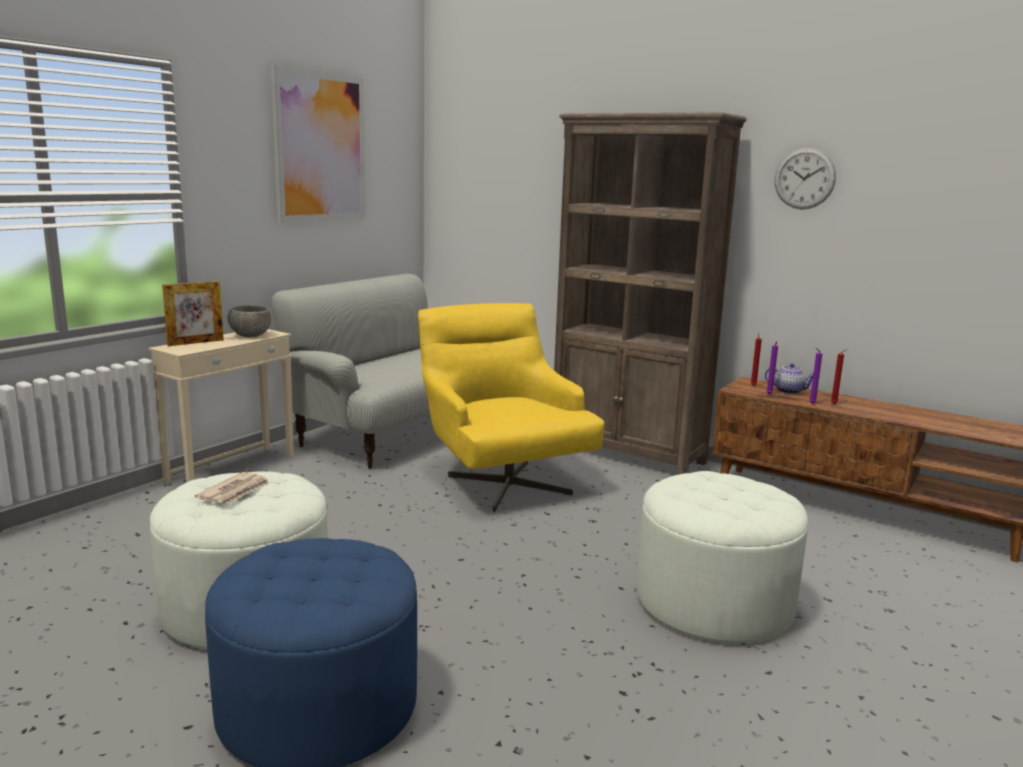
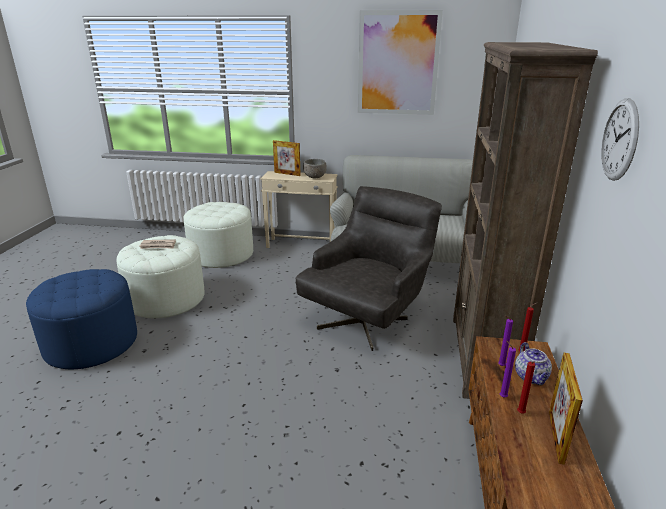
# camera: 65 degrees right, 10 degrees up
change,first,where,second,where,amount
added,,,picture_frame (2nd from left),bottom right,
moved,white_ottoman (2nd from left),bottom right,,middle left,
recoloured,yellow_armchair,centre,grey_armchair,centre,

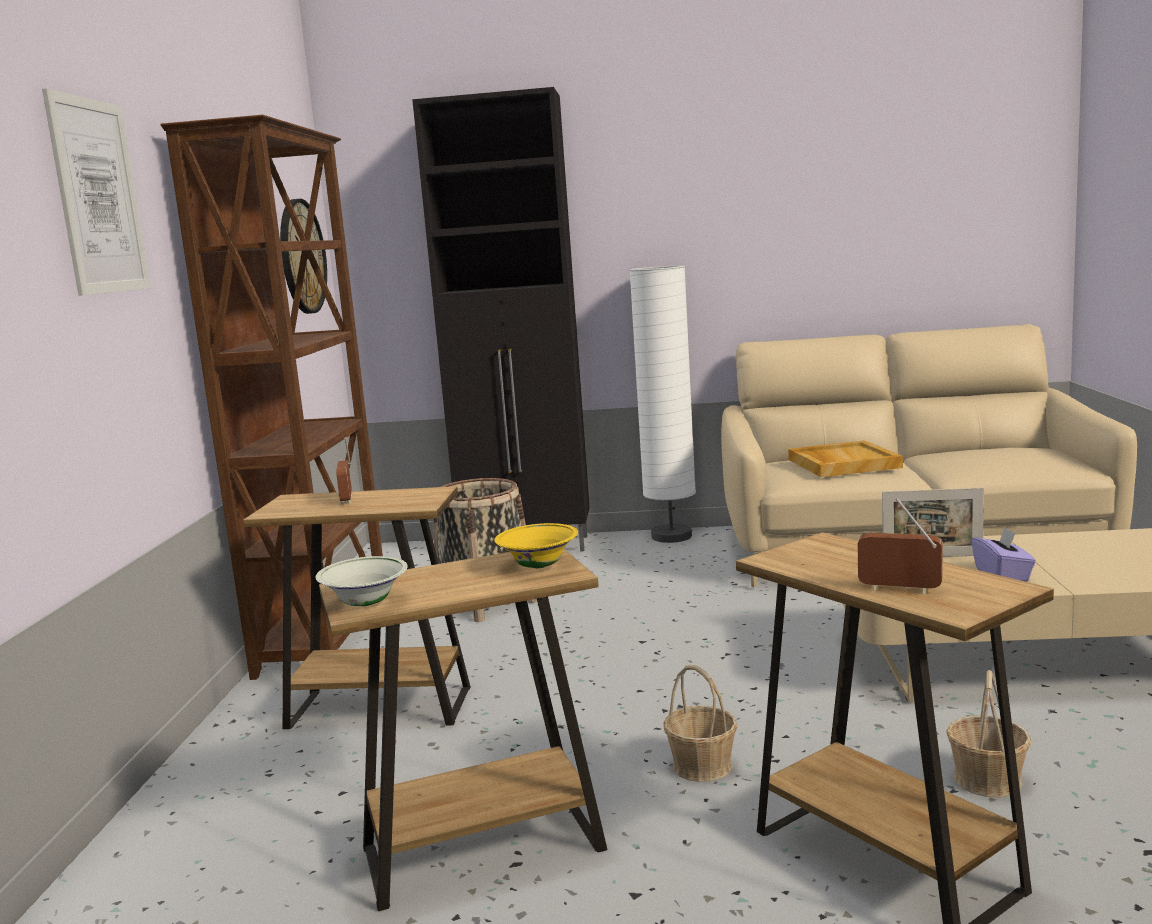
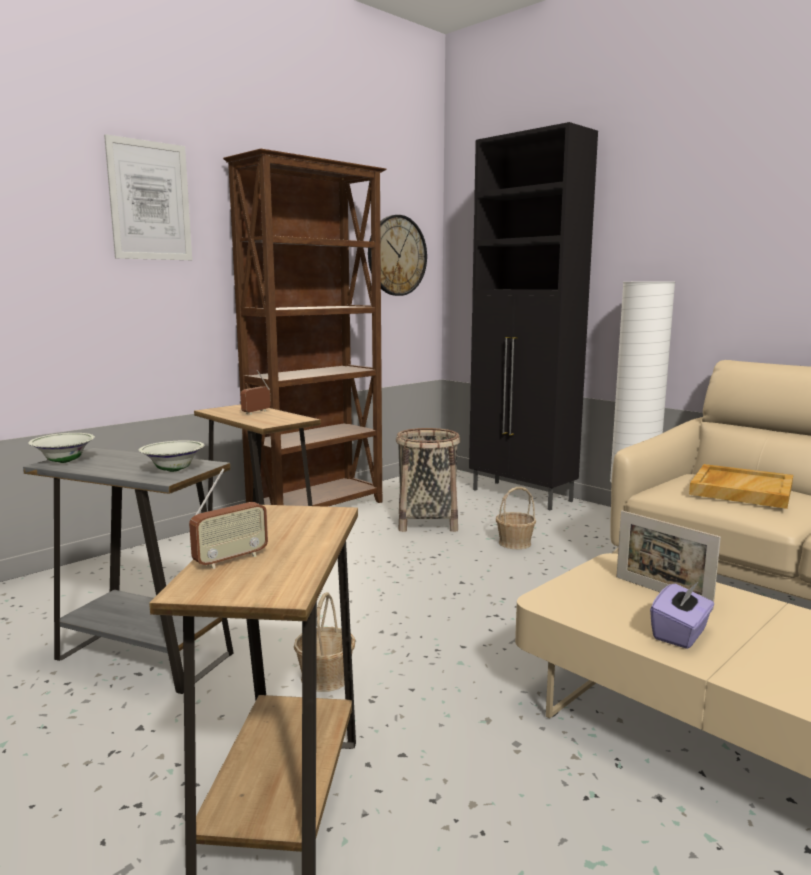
# camera: 40 degrees right, 0 degrees up
change,first,where,second,where,amount
moved,basket (3rd from left),bottom right,,centre,
recoloured,brown_side_table (2nd from left),bottom centre,grey_side_table,middle left,
recoloured,yellow_bowl,centre,white_bowl (2nd from left),middle left,
turned,radio (2nd from left in the first image),middle right,radio (1st from left),middle left,75 degrees clockwise

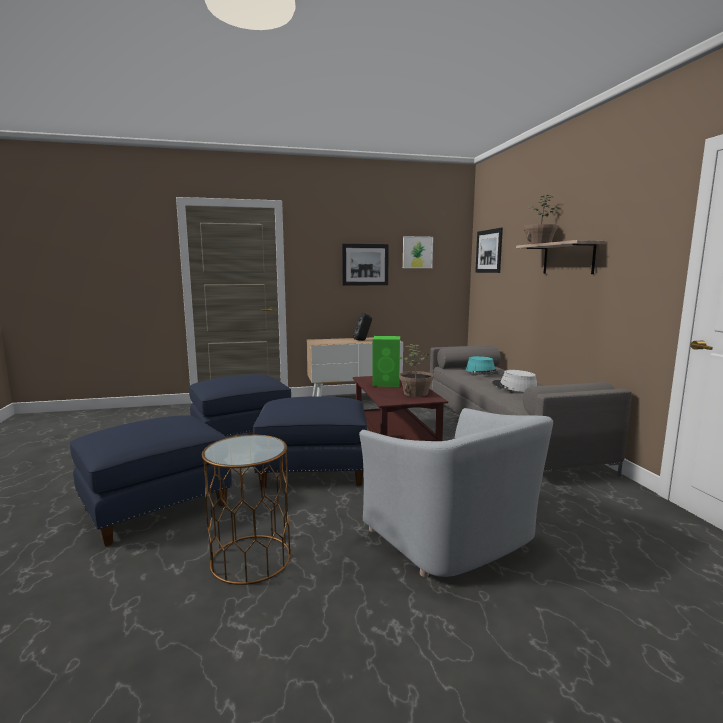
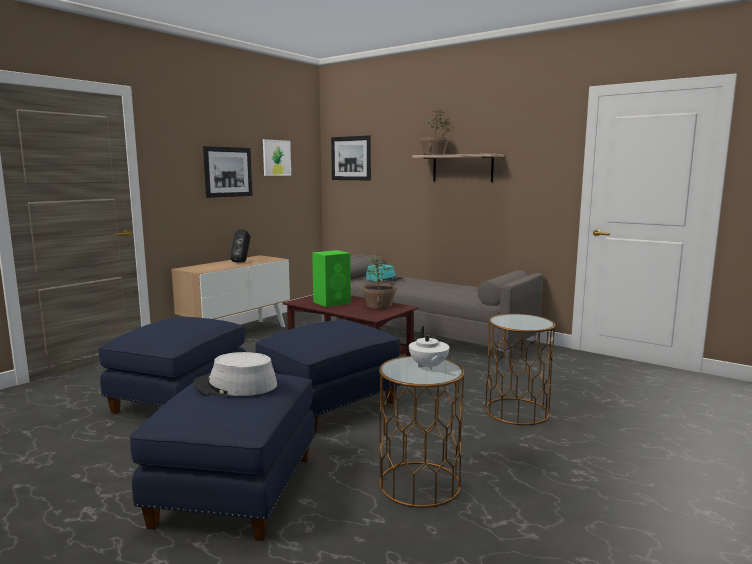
# camera: 40 degrees left, 0 degrees up
change,first,where,second,where,amount
added,,,white_teapot,centre,
moved,grey_hat,middle right,,middle left,
replaced,grey_armchair,bottom centre,brown_side_table (2nd from left),middle right,

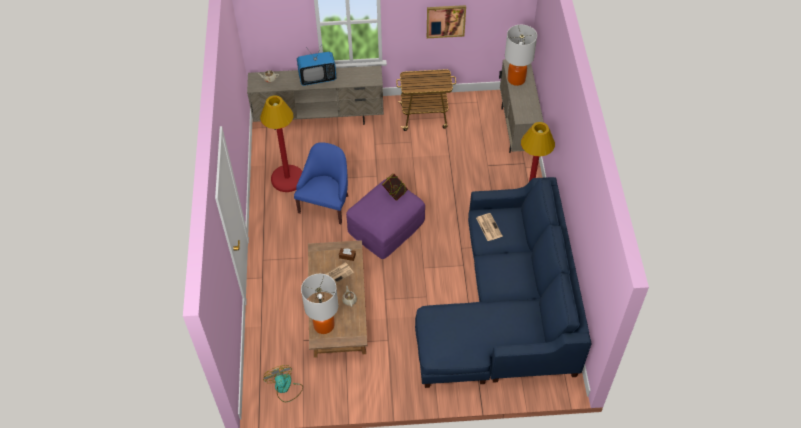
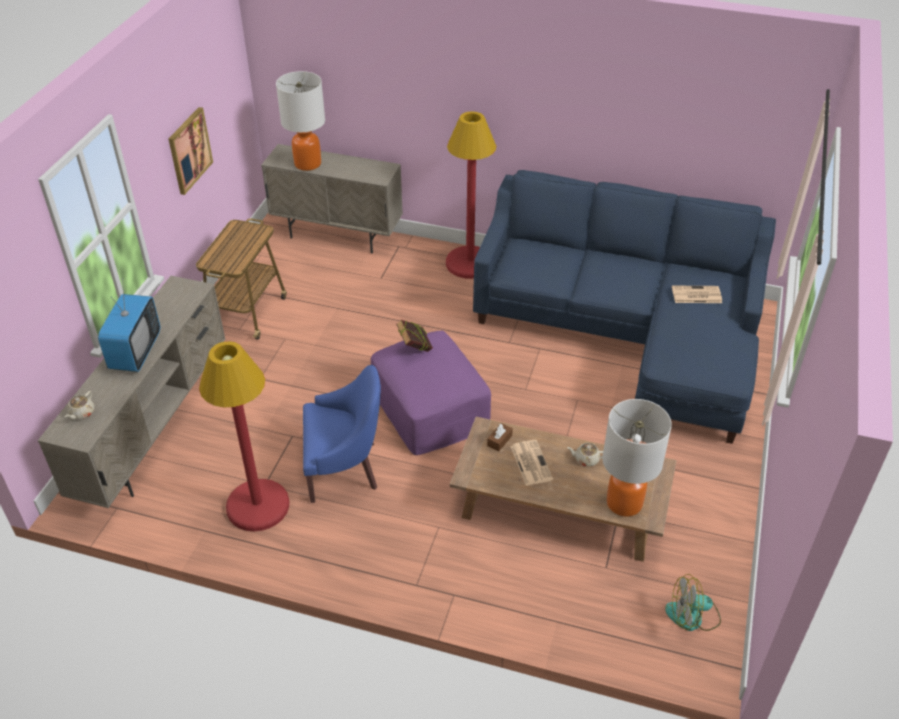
# camera: 70 degrees left, 10 degrees down
change,first,where,second,where,amount
moved,newspaper (2nd from left),centre,,middle right,
turned,blue_armchair,centre,,centre,135 degrees clockwise

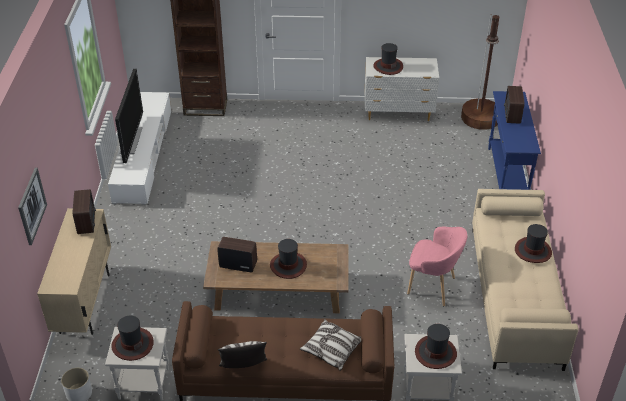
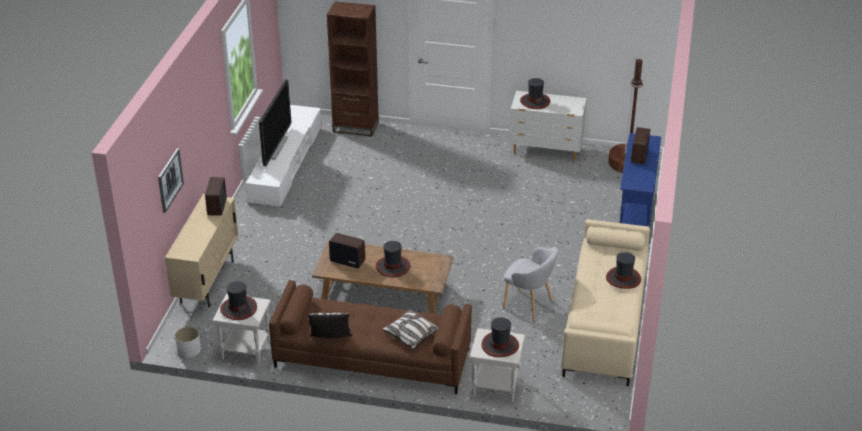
# camera: 10 degrees right, 5 degrees down
change,first,where,second,where,amount
recoloured,pink_armchair,middle right,grey_armchair,centre,

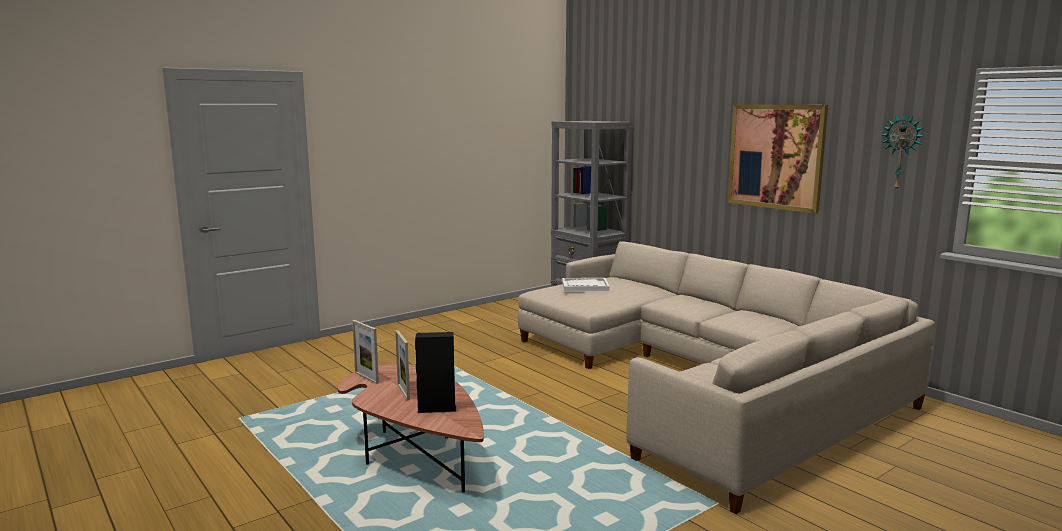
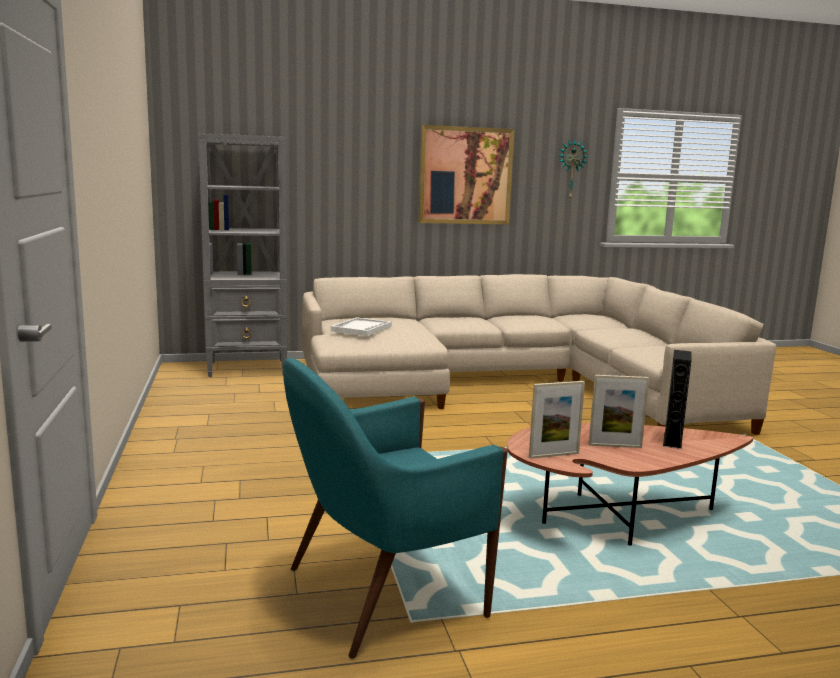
# camera: 65 degrees left, 0 degrees up
change,first,where,second,where,amount
added,,,turquoise_armchair,bottom centre,

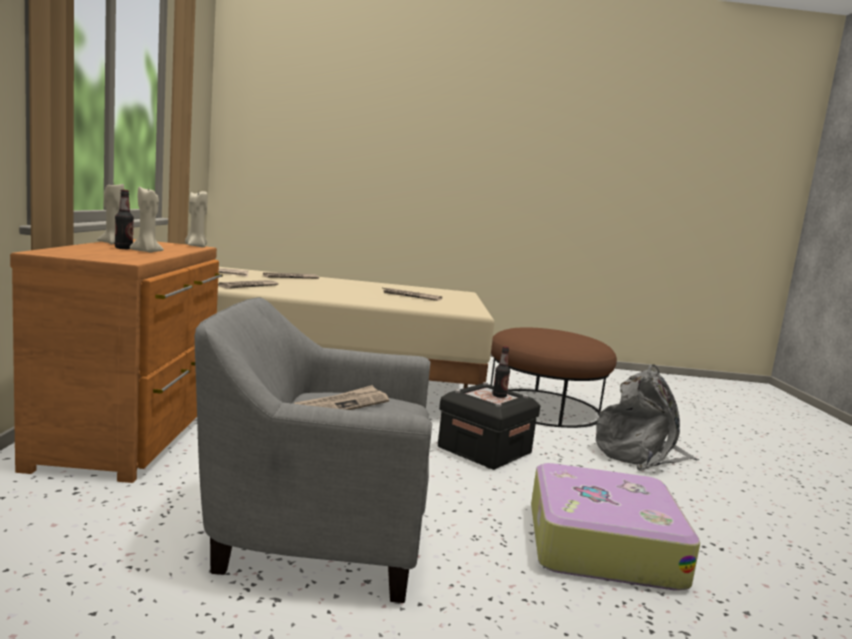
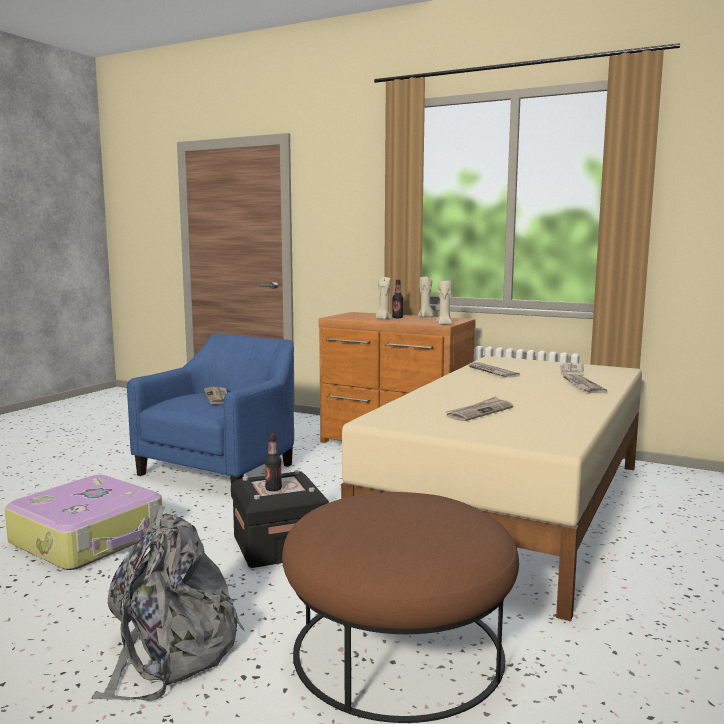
# camera: 120 degrees right, 0 degrees up
change,first,where,second,where,amount
recoloured,grey_armchair,bottom centre,blue_armchair,middle left,

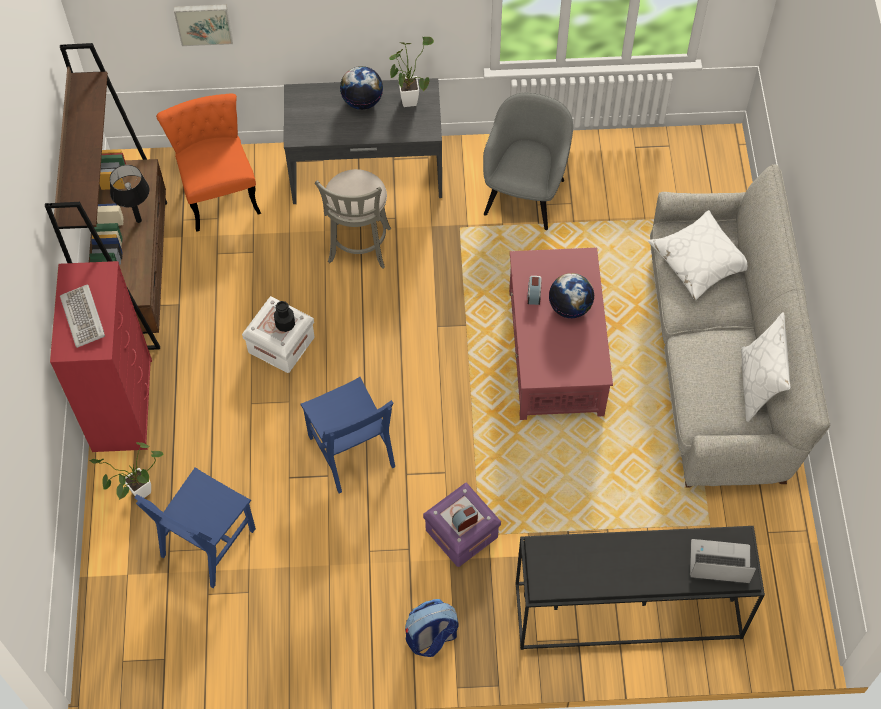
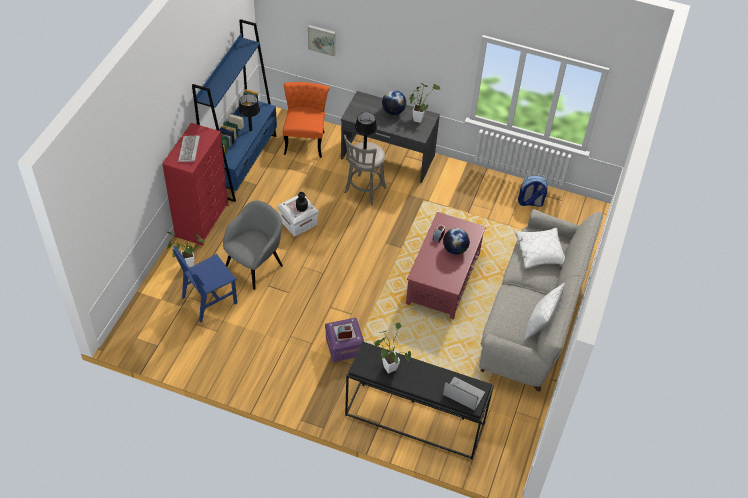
# camera: 20 degrees right, 10 degrees down
change,first,where,second,where,amount
removed,blue_chair (2nd from left),centre,,,
added,,,black_table_lamp (2nd from left),top centre,
added,,,potted_plant (2nd from left),bottom centre,
moved,backpack,bottom centre,,middle right,
moved,grey_armchair,top centre,,centre,
recoloured,brown_bookcase,top left,blue_bookcase,top left,

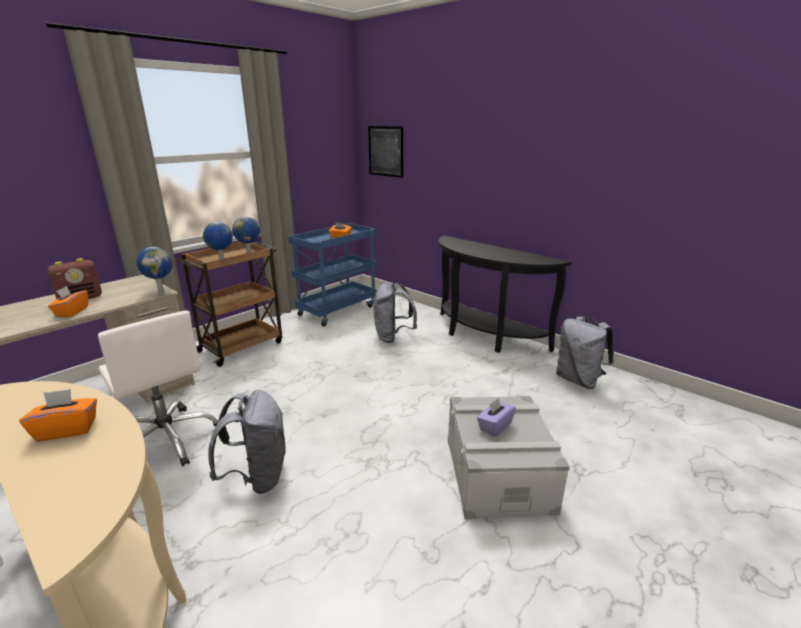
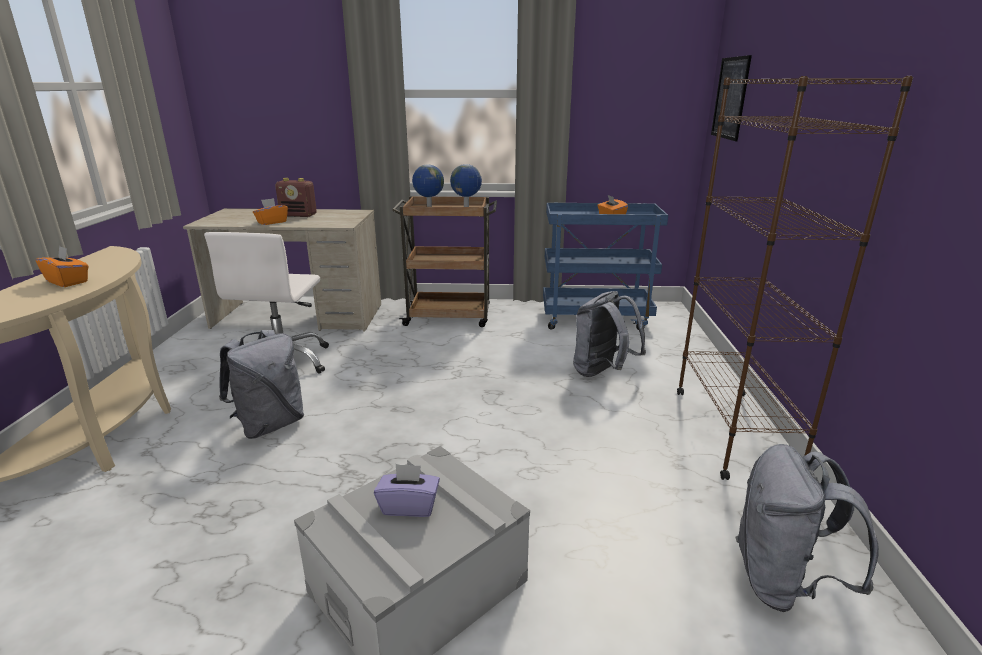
# camera: 50 degrees right, 0 degrees up
change,first,where,second,where,amount
removed,globe (1st from left),middle left,,,
replaced,black_console_table,centre,brown_bookcase,middle right,

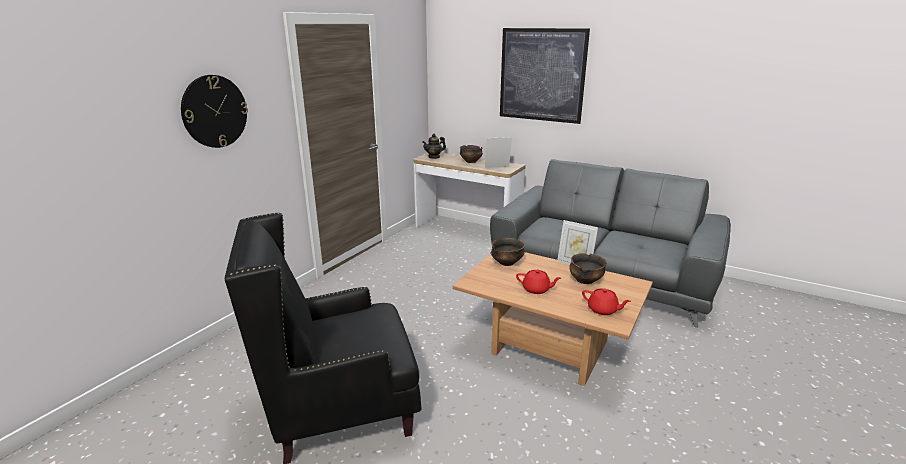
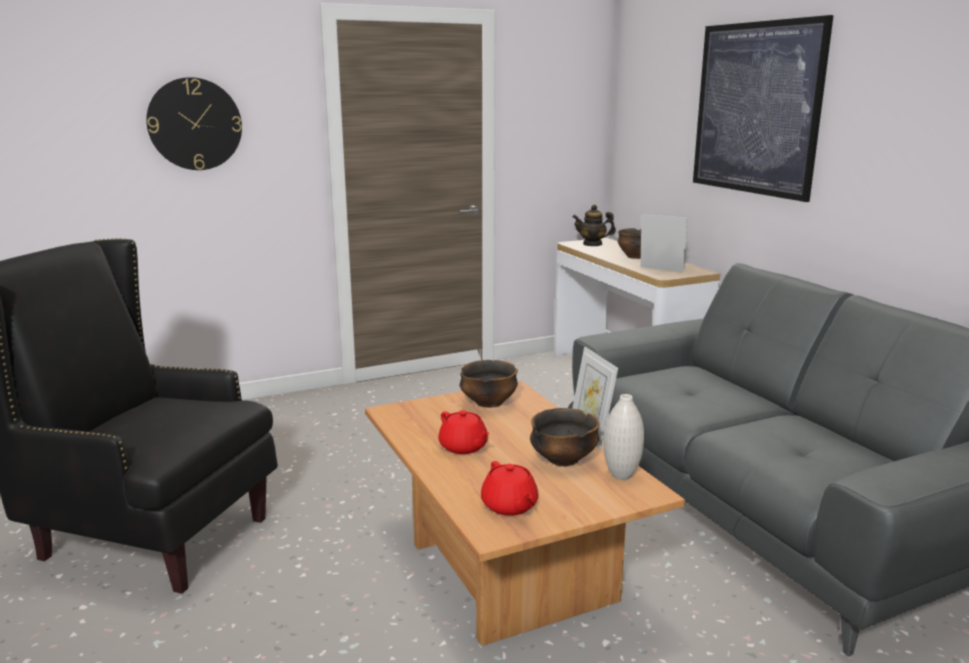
# camera: 35 degrees right, 5 degrees down
change,first,where,second,where,amount
added,,,white_vase,centre,

